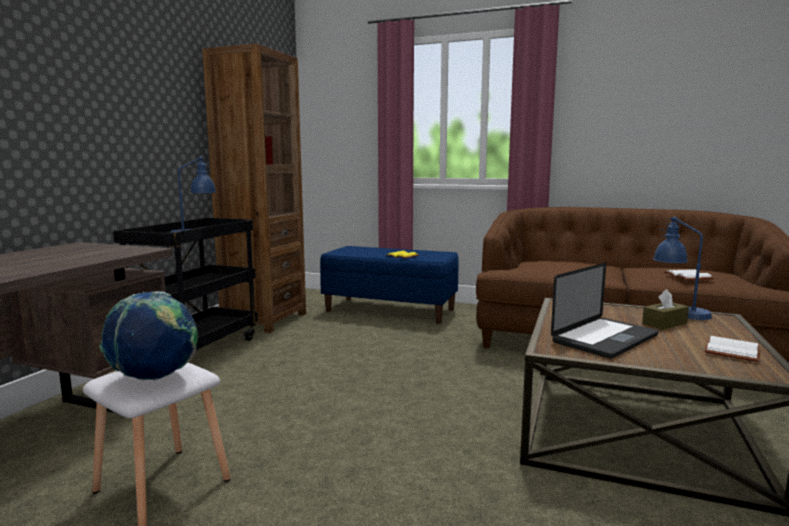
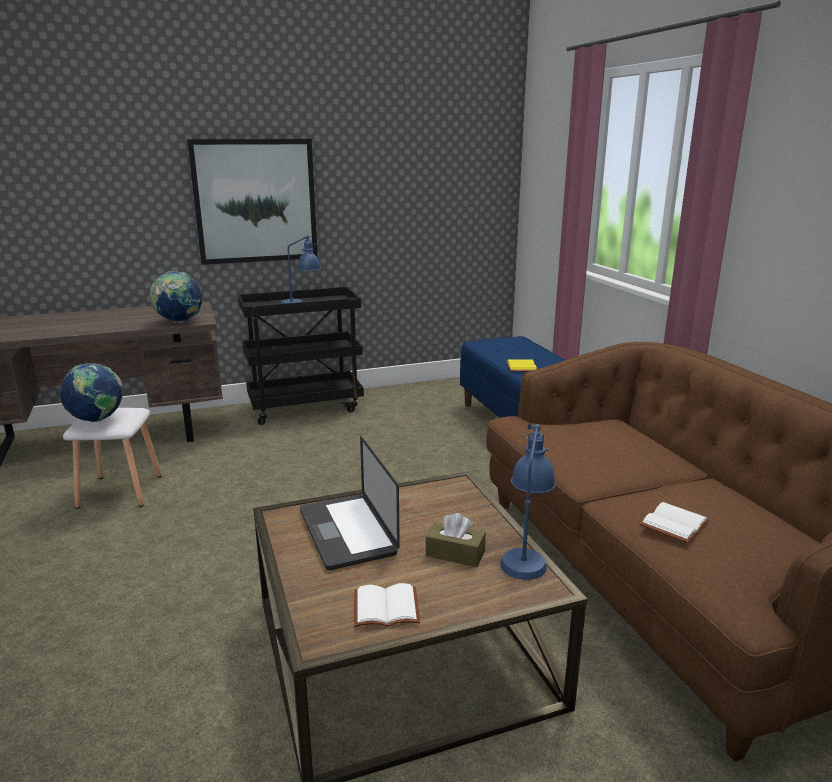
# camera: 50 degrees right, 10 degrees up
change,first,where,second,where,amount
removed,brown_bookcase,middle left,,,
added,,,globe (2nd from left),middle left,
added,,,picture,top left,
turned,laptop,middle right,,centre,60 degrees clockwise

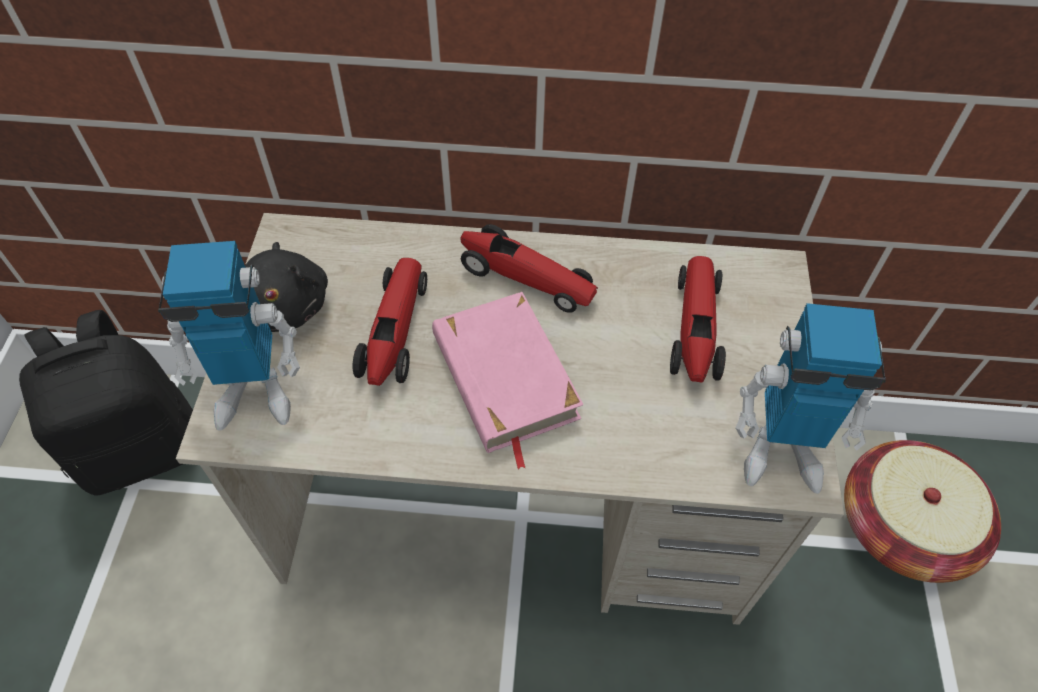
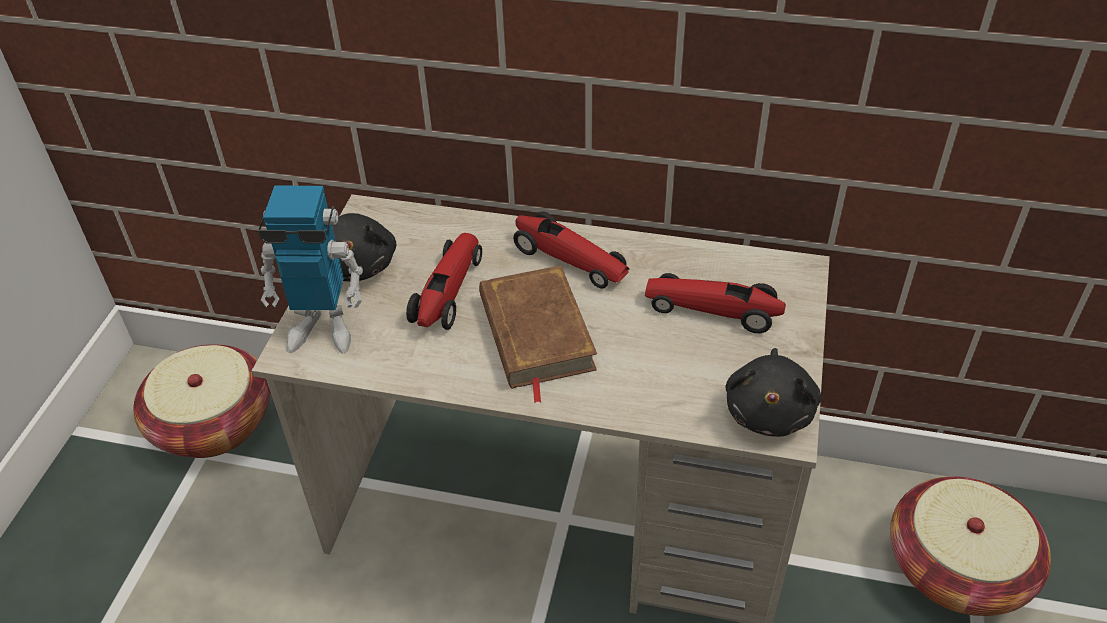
# camera: 10 degrees right, 10 degrees down
change,first,where,second,where,amount
replaced,black_backpack,middle left,basket (1st from left),middle left,
replaced,toy_robot (2nd from left),middle right,black_plush_toy (2nd from left),middle right,
recoloured,pink_book,centre,brown_book,centre,
turned,toy_car (3rd from left),middle right,,centre,90 degrees counterclockwise

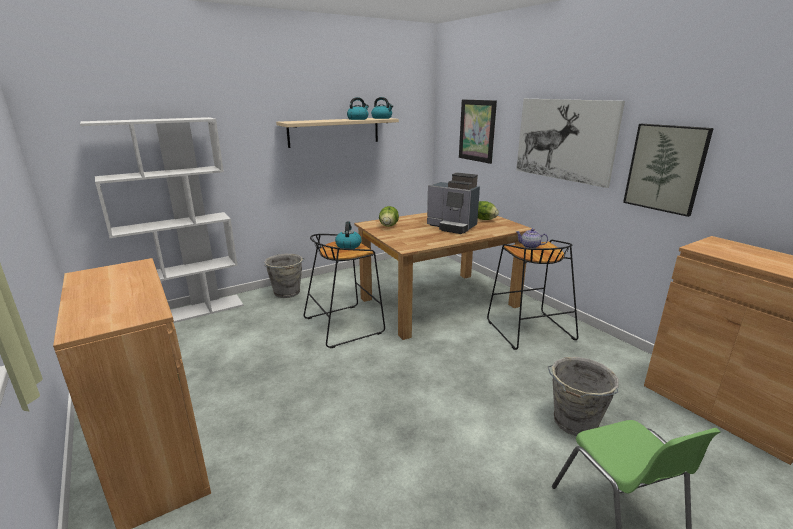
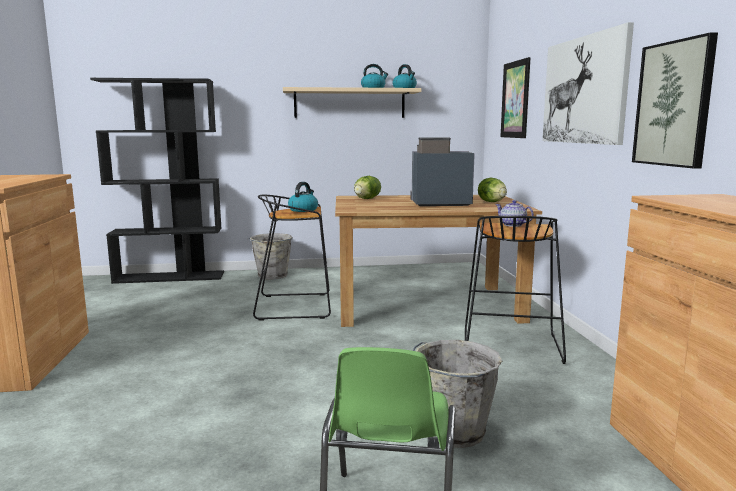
# camera: 25 degrees right, 10 degrees down
change,first,where,second,where,amount
recoloured,white_bookcase,middle left,black_bookcase,middle left,
turned,coffee_machine,centre,,centre,120 degrees clockwise

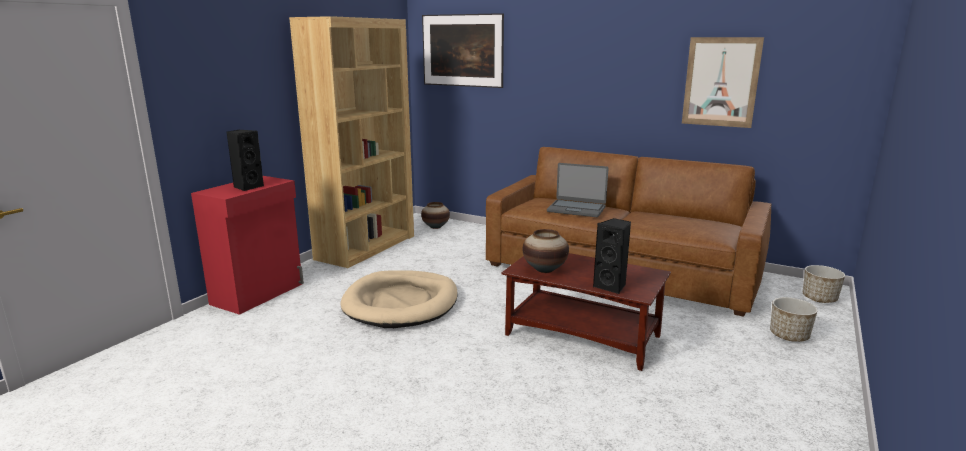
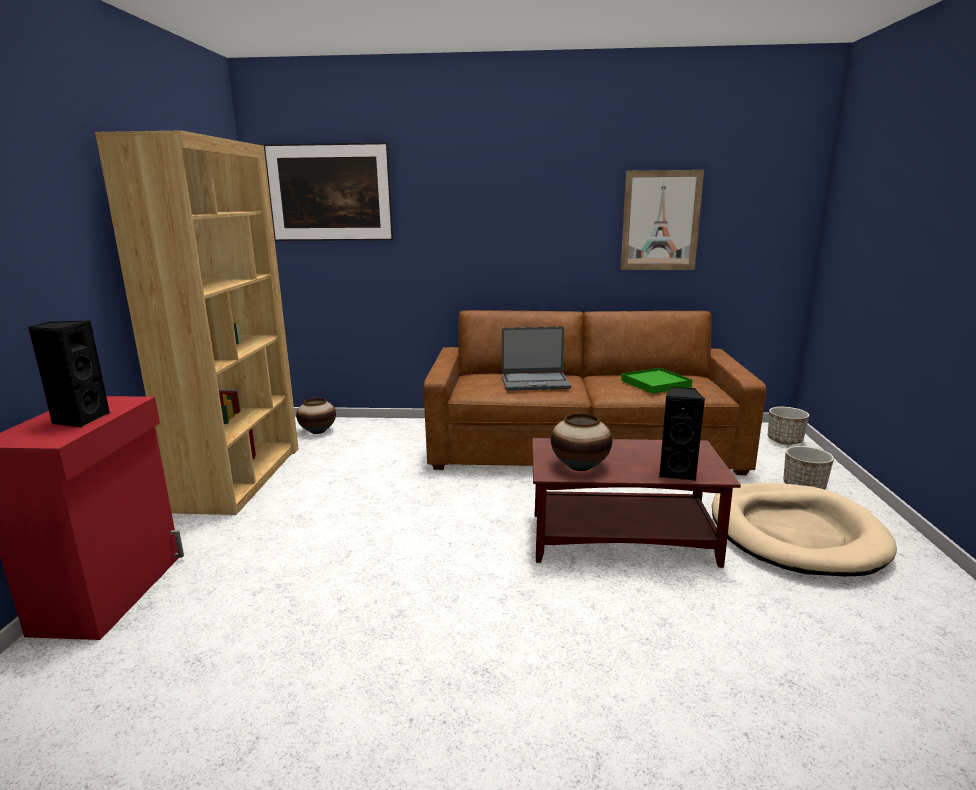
# camera: 25 degrees left, 0 degrees up
change,first,where,second,where,amount
added,,,green_tray,middle right,
moved,beige_dog_bed,centre,,bottom right,

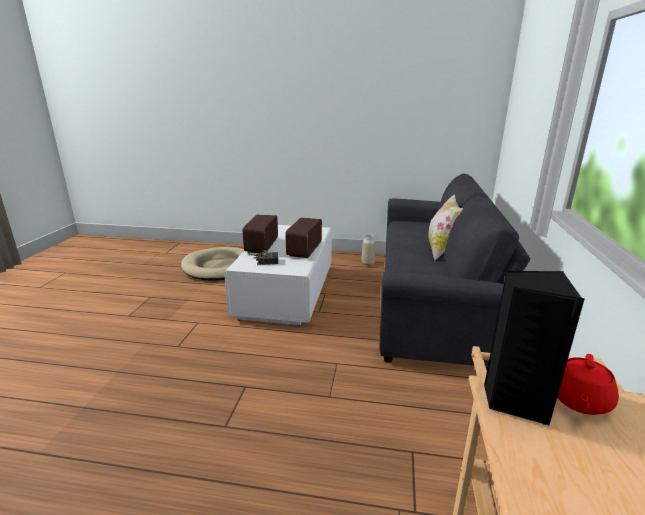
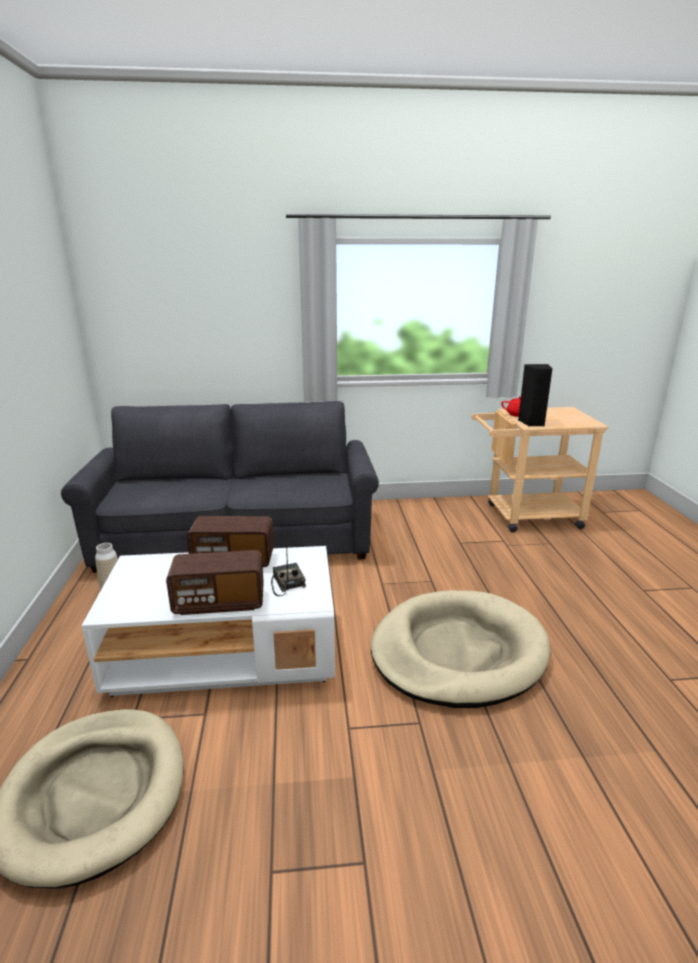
# camera: 105 degrees left, 0 degrees up
change,first,where,second,where,amount
removed,pillow,middle right,,,
added,,,beige_dog_bed (2nd from left),bottom centre,

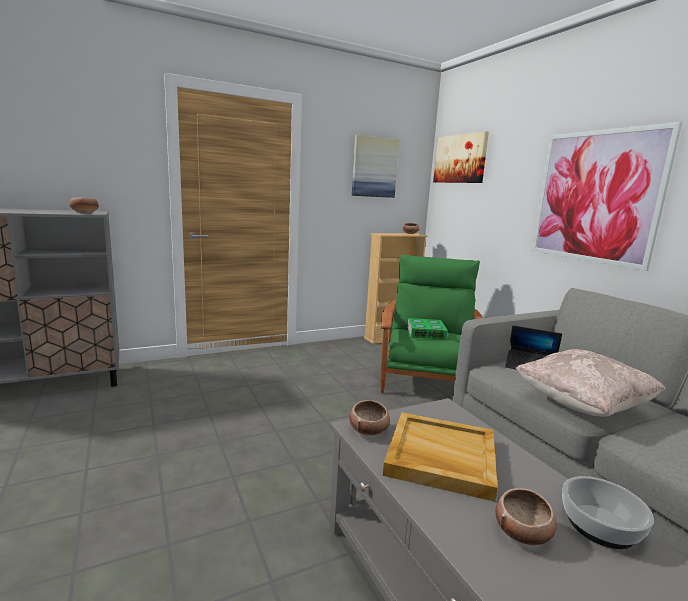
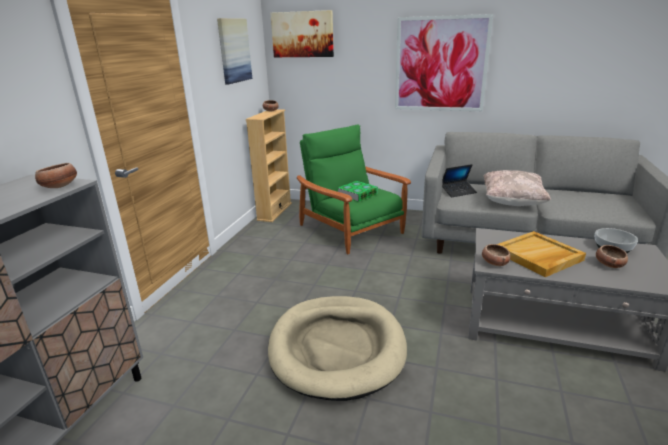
# camera: 45 degrees left, 10 degrees up
change,first,where,second,where,amount
added,,,beige_dog_bed,bottom centre,

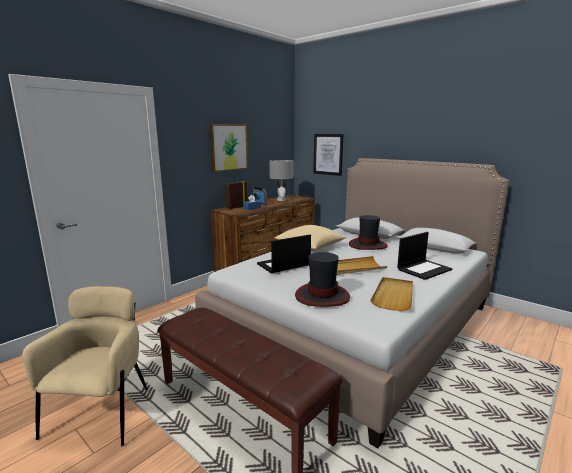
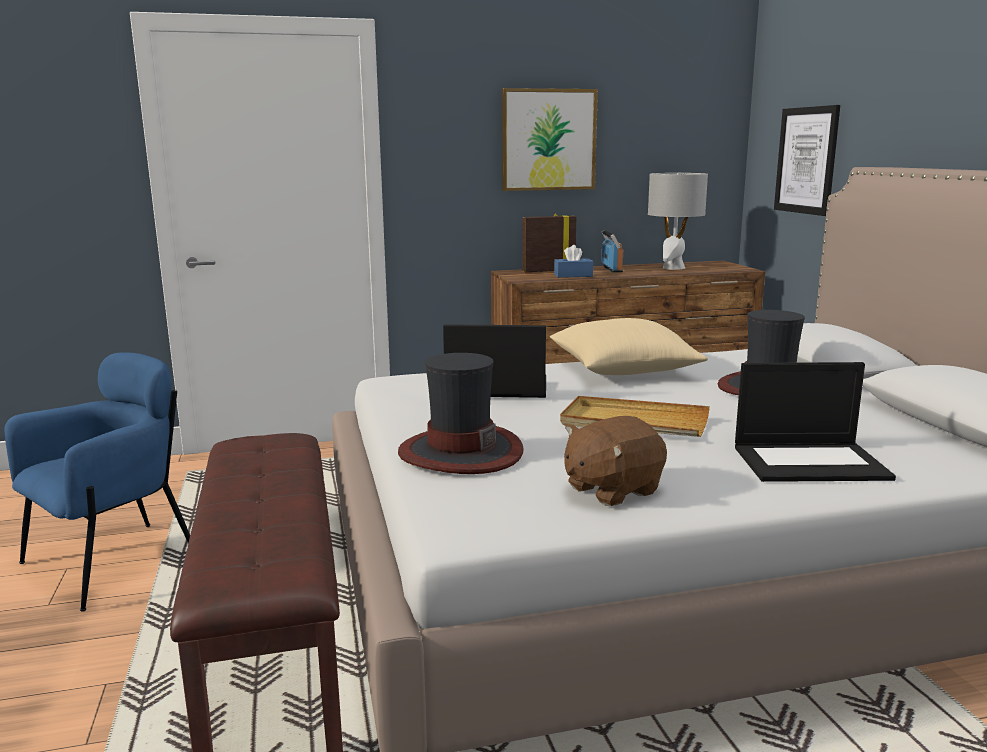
# camera: 35 degrees right, 0 degrees up
change,first,where,second,where,amount
replaced,beige_tray (2nd from left),middle right,brown_plush_toy,centre,
recoloured,beige_armchair,bottom left,blue_armchair,middle left,

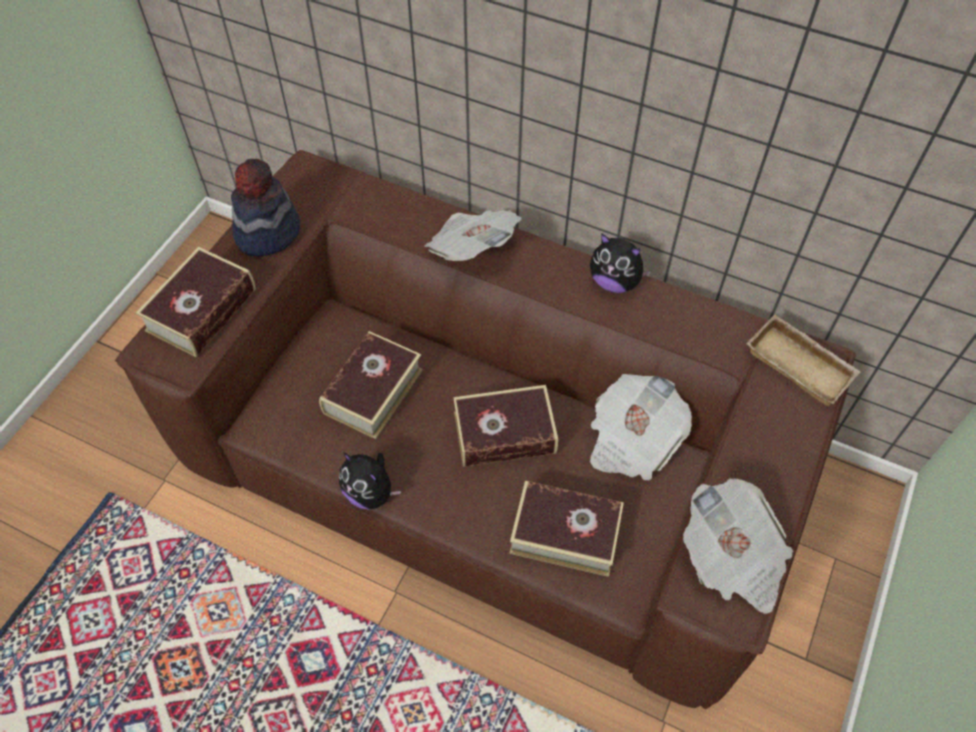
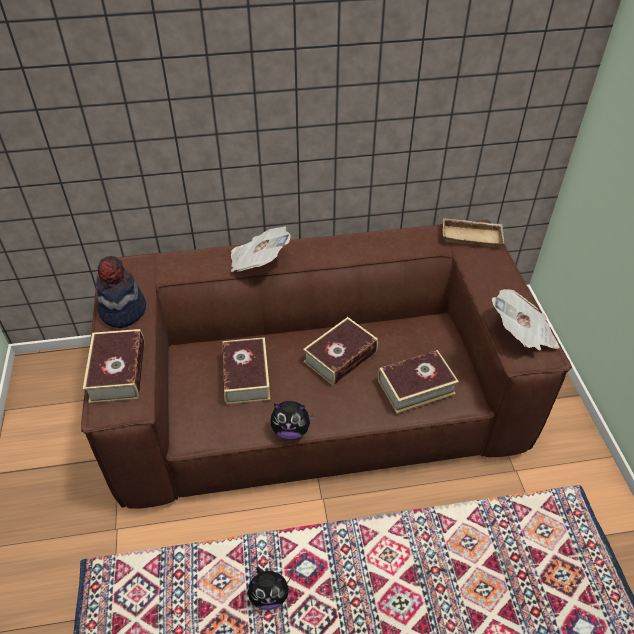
# camera: 35 degrees left, 10 degrees down
change,first,where,second,where,amount
removed,newspaper (2nd from left),centre,,,
moved,plush_toy (2nd from left in the first image),centre,plush_toy (1st from left),bottom centre,

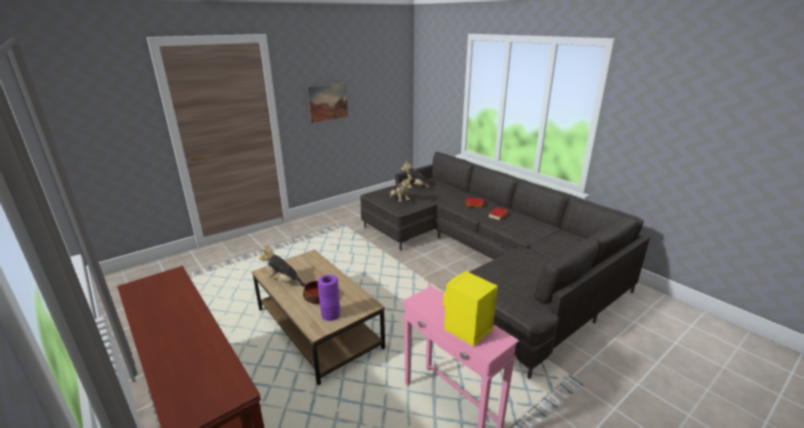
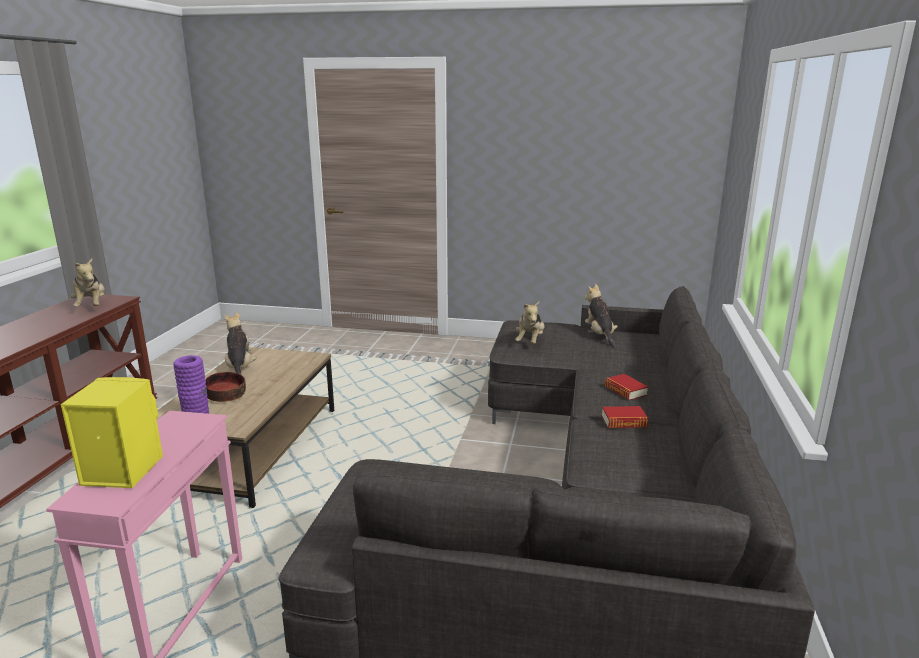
# camera: 50 degrees right, 5 degrees down
change,first,where,second,where,amount
removed,picture,top centre,,,
added,,,plush_toy (1st from left),middle left,

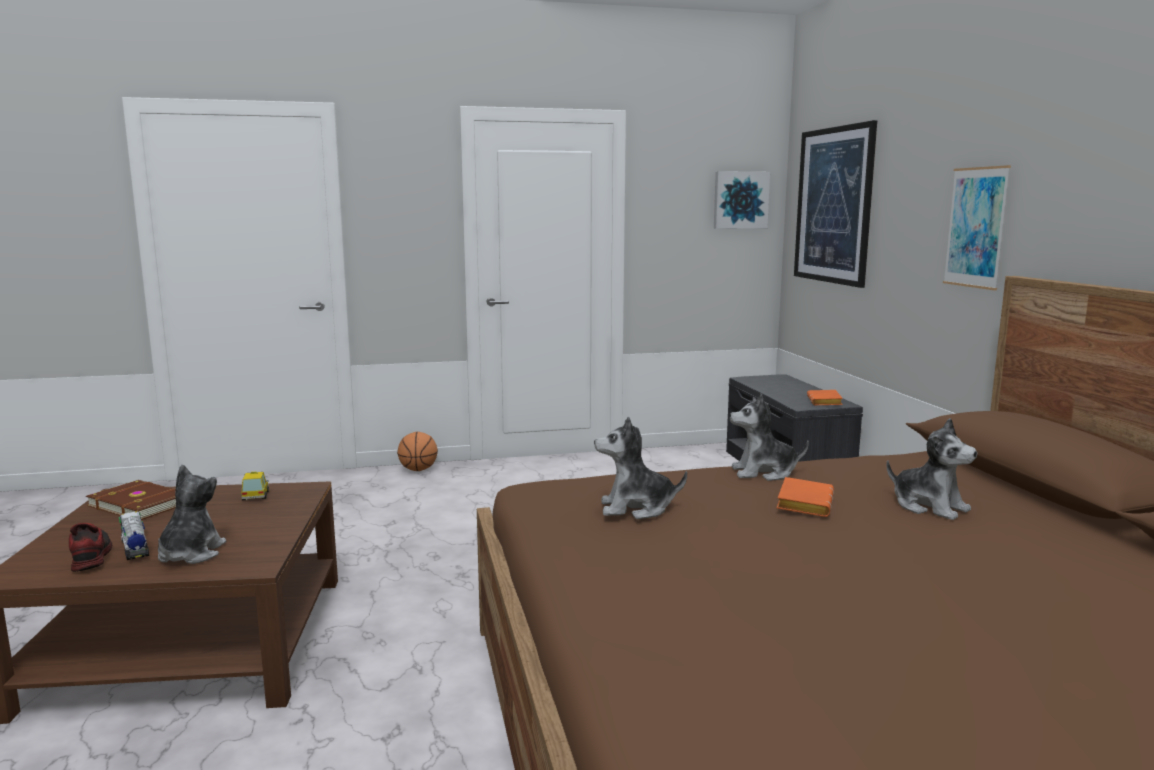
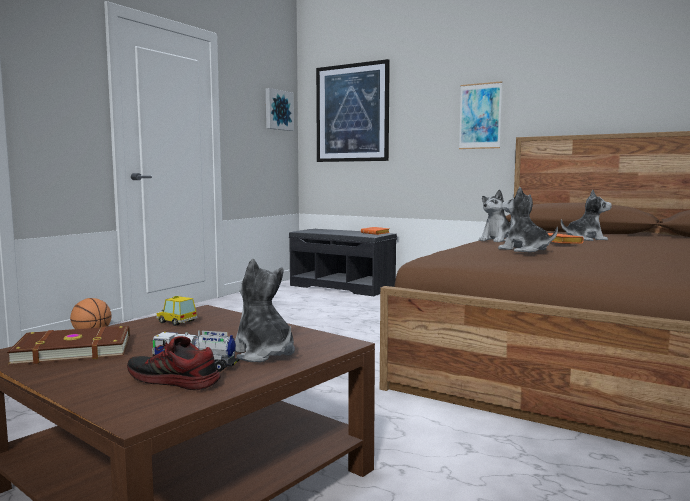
# camera: 45 degrees left, 5 degrees down
change,first,where,second,where,amount
turned,plush_toy (2nd from left in the first image),centre,plush_toy (3rd from left),middle right,90 degrees clockwise

